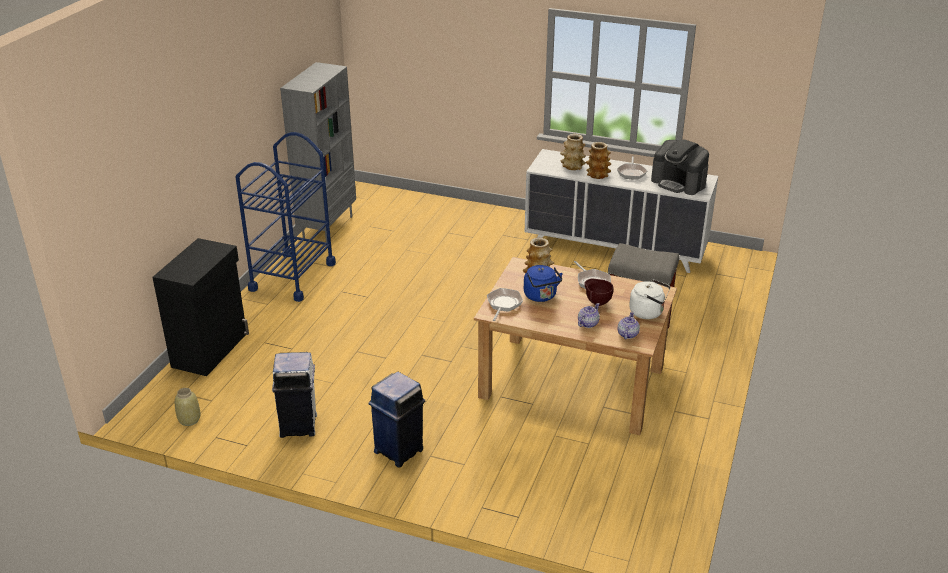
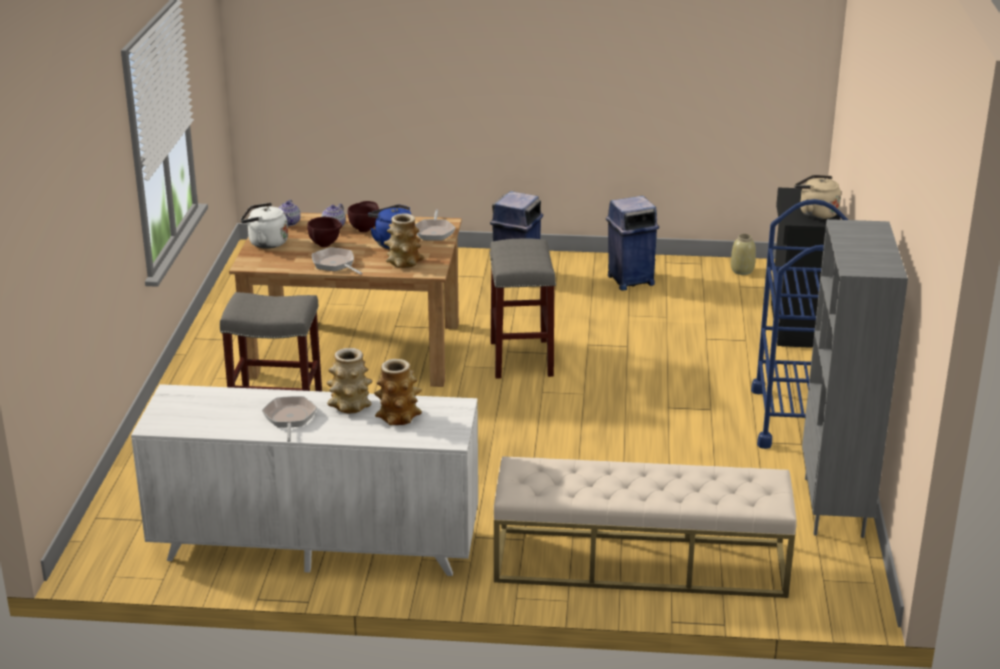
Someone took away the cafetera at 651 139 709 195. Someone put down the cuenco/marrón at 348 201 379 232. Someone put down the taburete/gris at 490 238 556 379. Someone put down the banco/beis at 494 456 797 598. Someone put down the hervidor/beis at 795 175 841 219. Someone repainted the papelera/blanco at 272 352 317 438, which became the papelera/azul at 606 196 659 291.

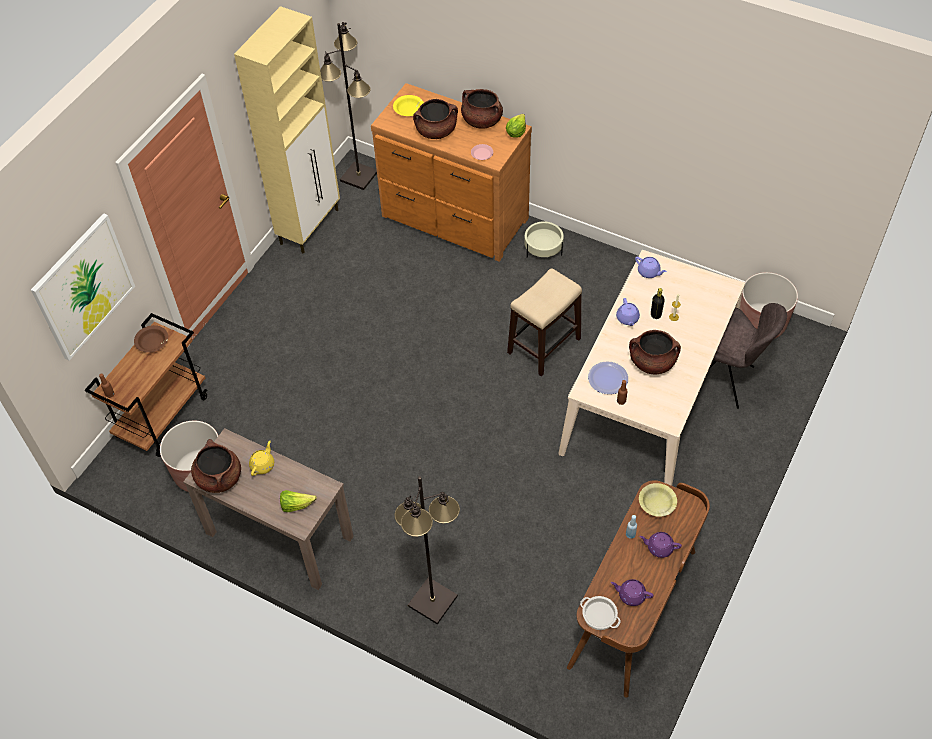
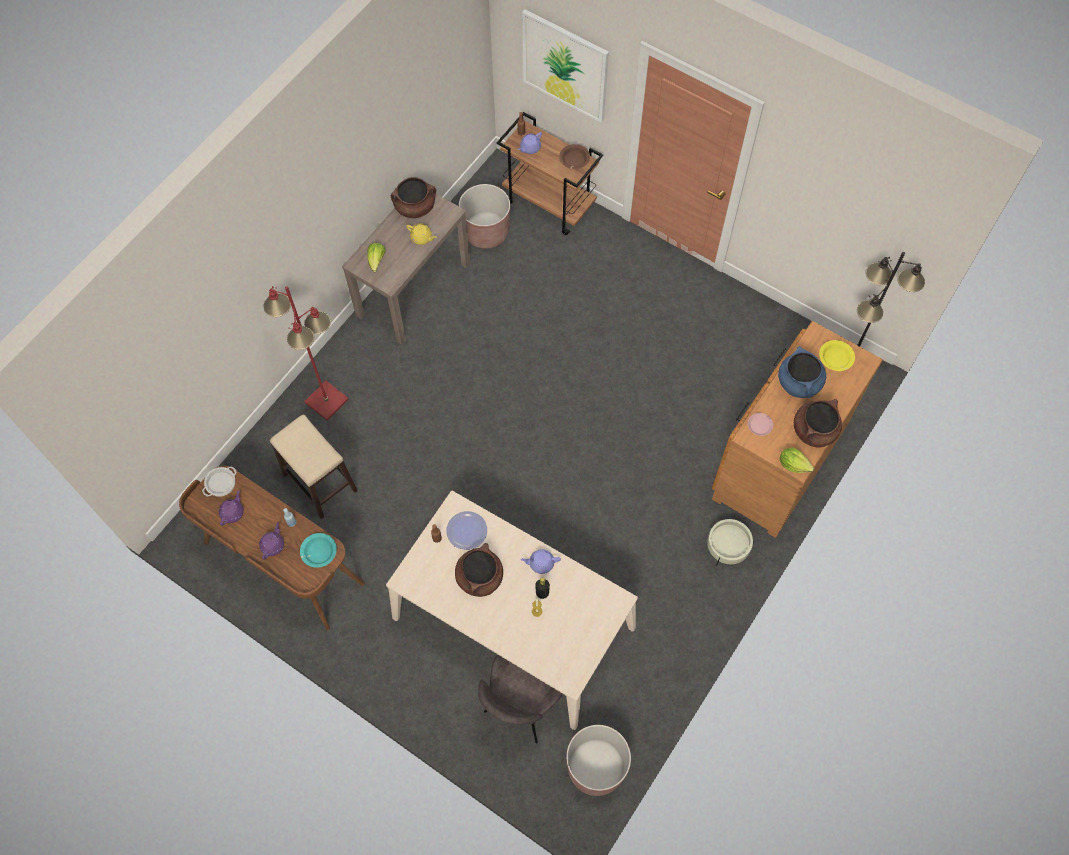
Someone took away the armario/beis at 234 6 340 254. Someone carried the taburete from 507 268 582 376 to 270 414 358 519. Someone carried the tetera/morado from 635 257 667 278 to 518 132 542 154. Someone repainted the lámpara de pie/negro at 395 476 460 625, which became the lámpara de pie/rojo at 264 286 349 421. Someone repainted the olla/marrón at 413 99 458 139, which became the olla/azul at 778 347 826 398. Someone repainted the cuenco/amarillo at 639 483 677 517, which became the cuenco/turquesa at 300 533 337 568.

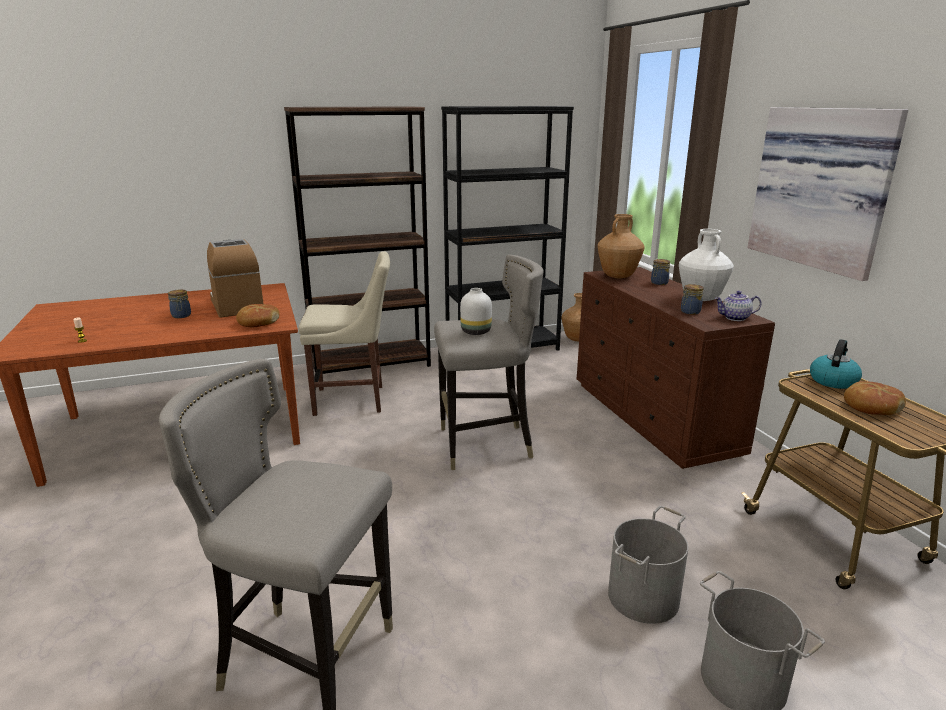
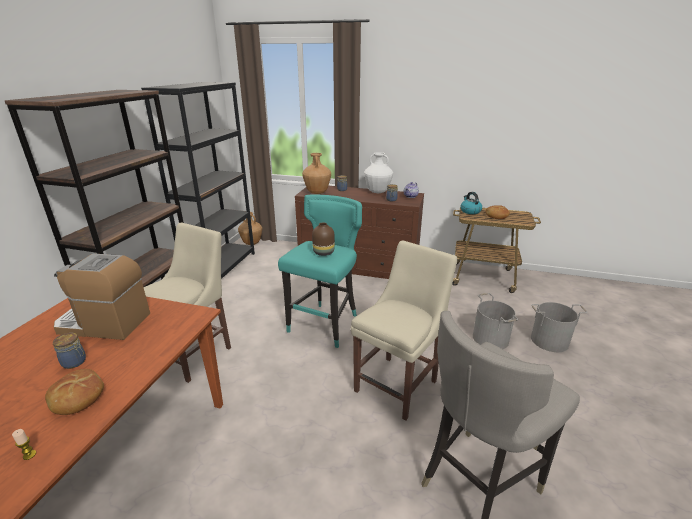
Someone took away the cuadro at 747 107 908 281. Someone put down the silla/beis at 351 240 457 421. Someone carried the pan from 236 304 280 327 to 45 369 104 415. Someone repainted the taburete/gris at 434 254 544 470, which became the taburete/turquesa at 278 194 362 348. Someone repainted the florero/blanco at 460 288 492 335, which became the florero/marrón at 312 222 335 256.

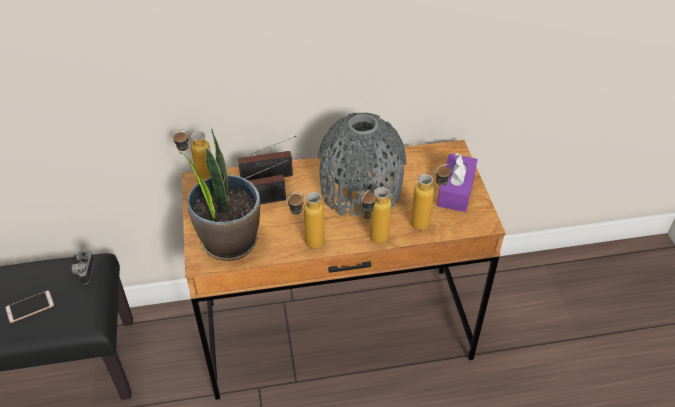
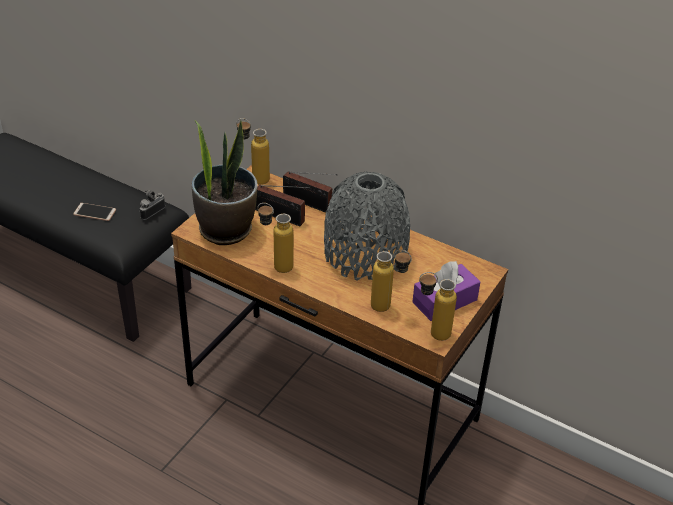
Someone carried the botella from 360 187 392 244 to 419 272 457 341.

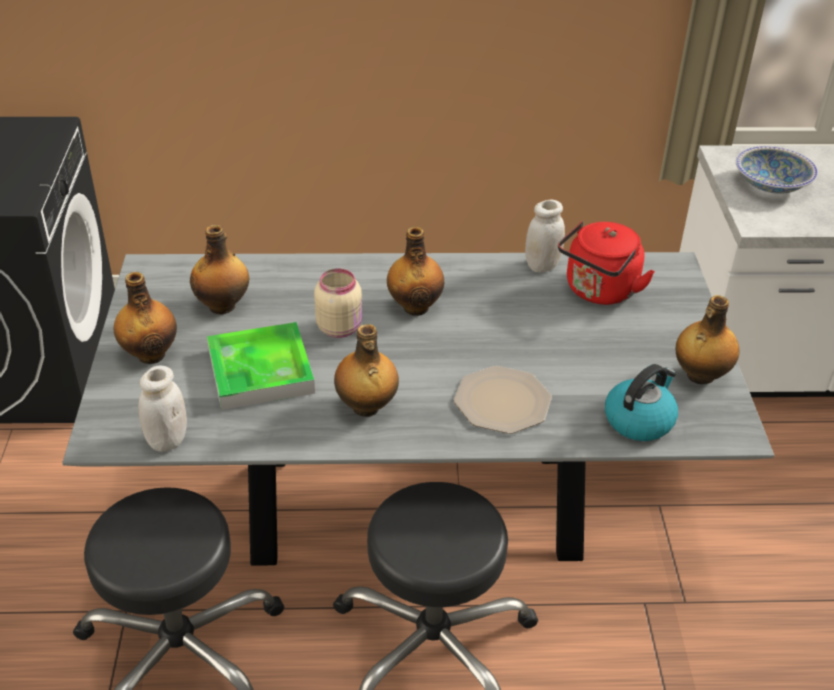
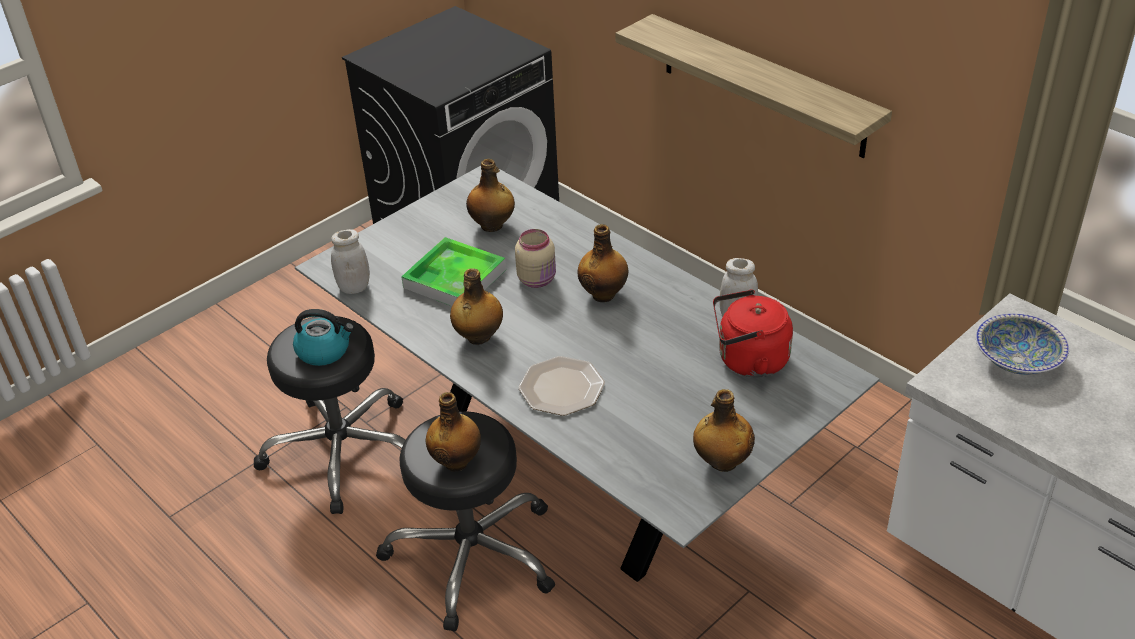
Someone put up the estante at 615 14 892 158. Someone carried the botella from 114 272 177 364 to 425 392 481 472. Someone carried the hervidor from 605 364 678 441 to 293 309 354 366.

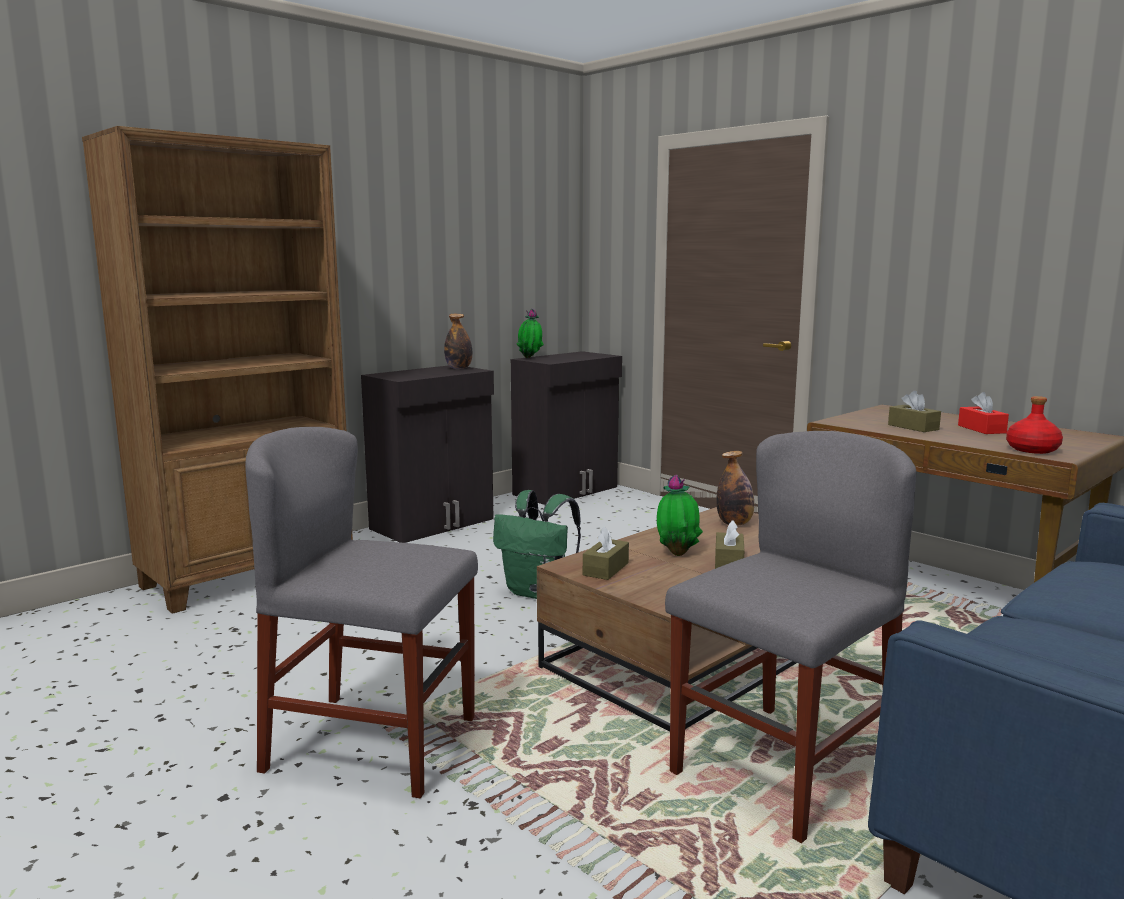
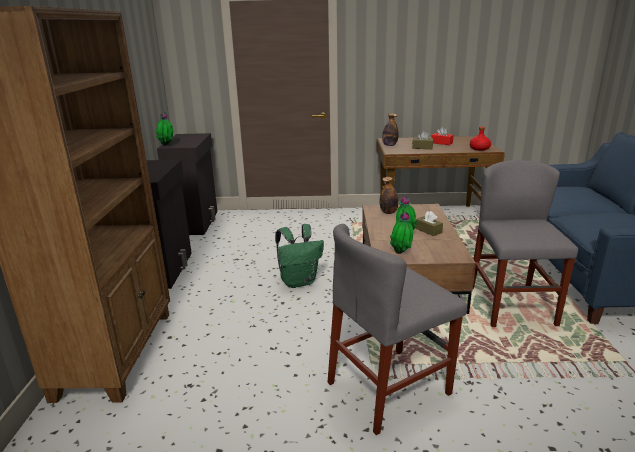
Someone carried the botella from 444 314 472 369 to 382 113 399 146. Someone swapped the caja de pañuelos/marrón at 583 526 629 580 for the planta en maceta at 390 211 413 254.

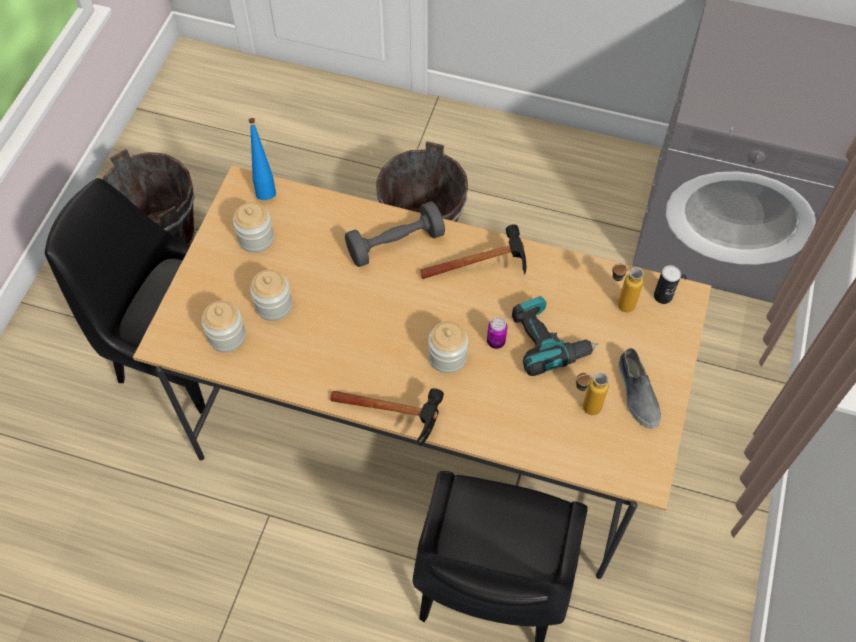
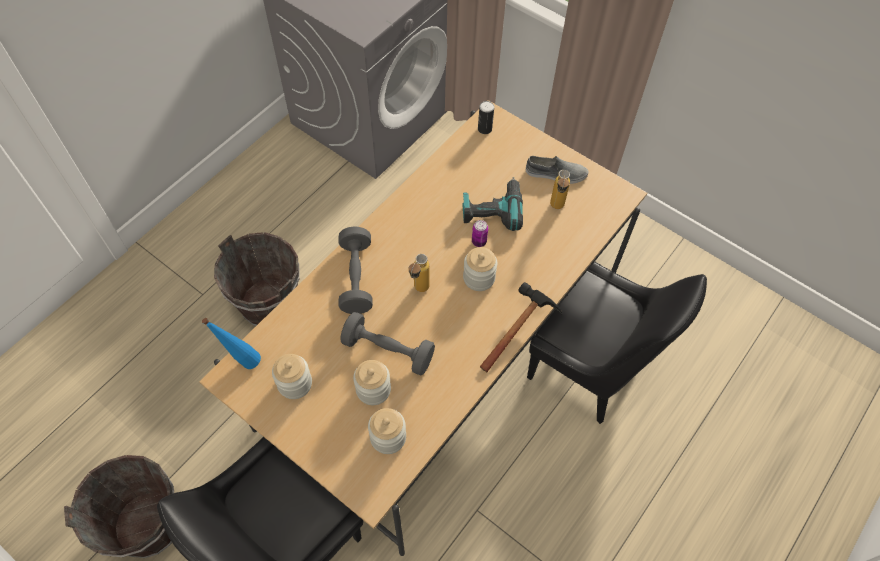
Someone took away the martillo at 420 224 526 279. Someone put down the mancuerna/gris at 340 312 435 376. Someone carried the botella from 612 264 644 312 to 409 254 430 292.

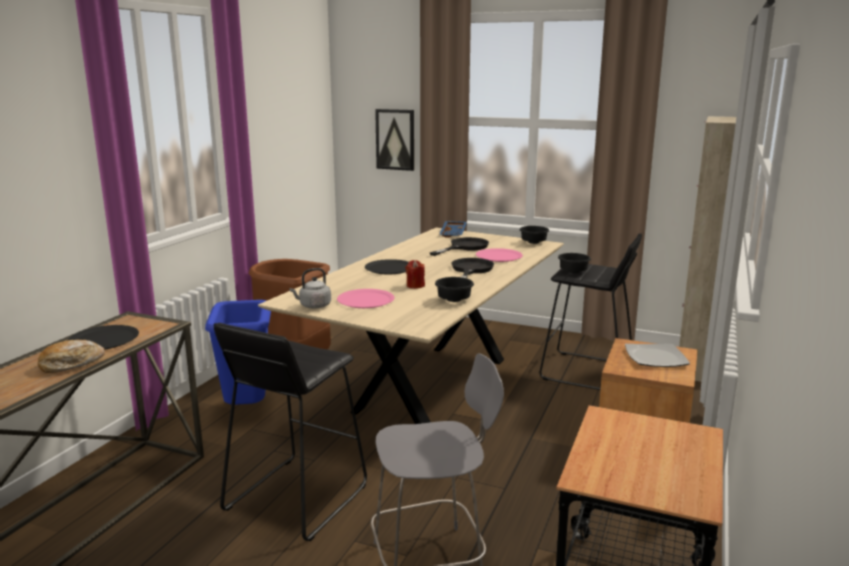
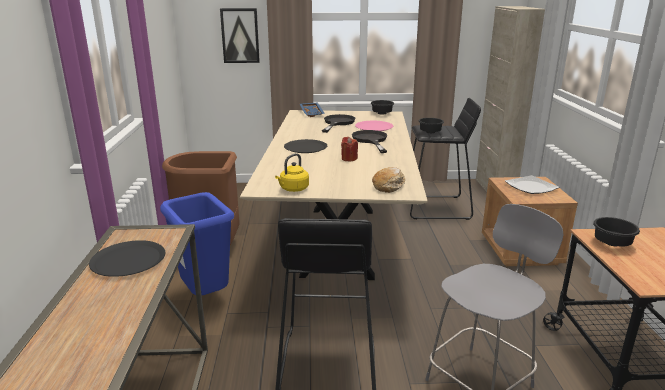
Someone took away the plato/rosa at 337 289 394 308. Someone carried the pan from 38 340 105 373 to 372 167 405 193. Someone carried the cuenco/negro from 435 277 474 302 to 593 217 640 246. Someone repainted the hervidor/gris at 289 268 331 308, which became the hervidor/amarillo at 275 153 309 192.

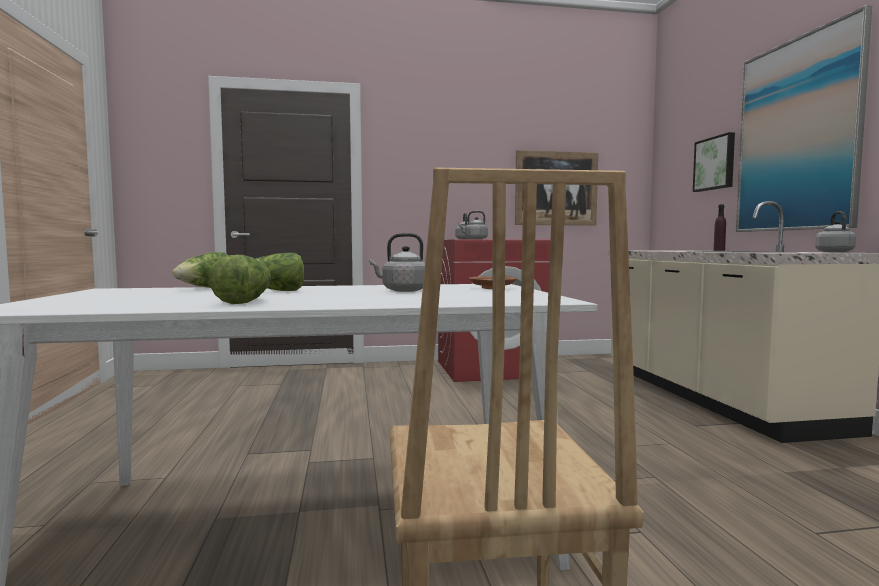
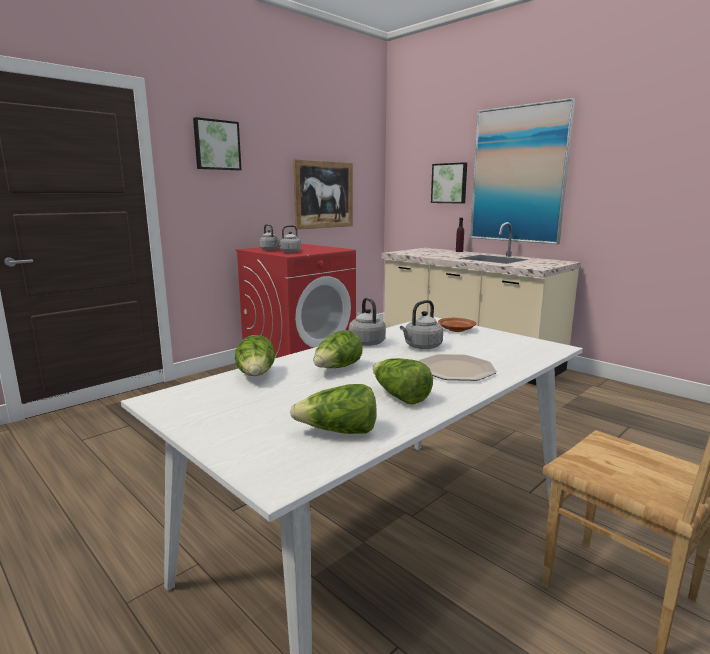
Someone put up the cuadro at 193 117 241 170. Someone put down the lechuga at 290 384 376 434. Someone put down the plato at 418 354 497 381. Someone carried the hervidor/gris from 815 211 856 252 to 349 298 386 346.

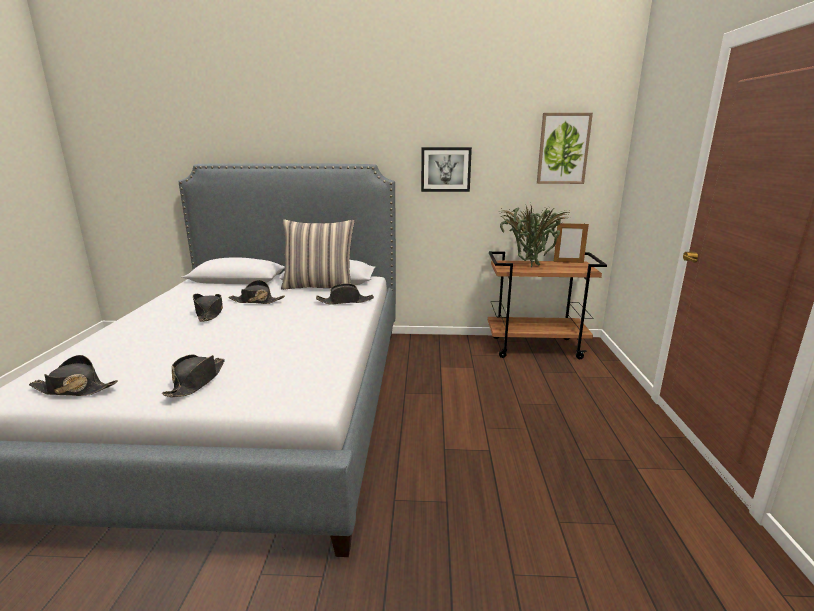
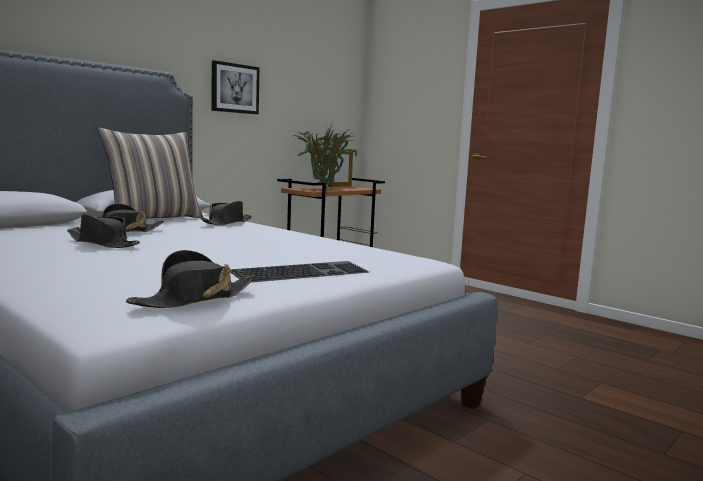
Someone took away the cuadro at 537 113 593 184. Someone swapped the sombrero/negro at 162 355 225 397 for the teclado at 230 261 369 282.

